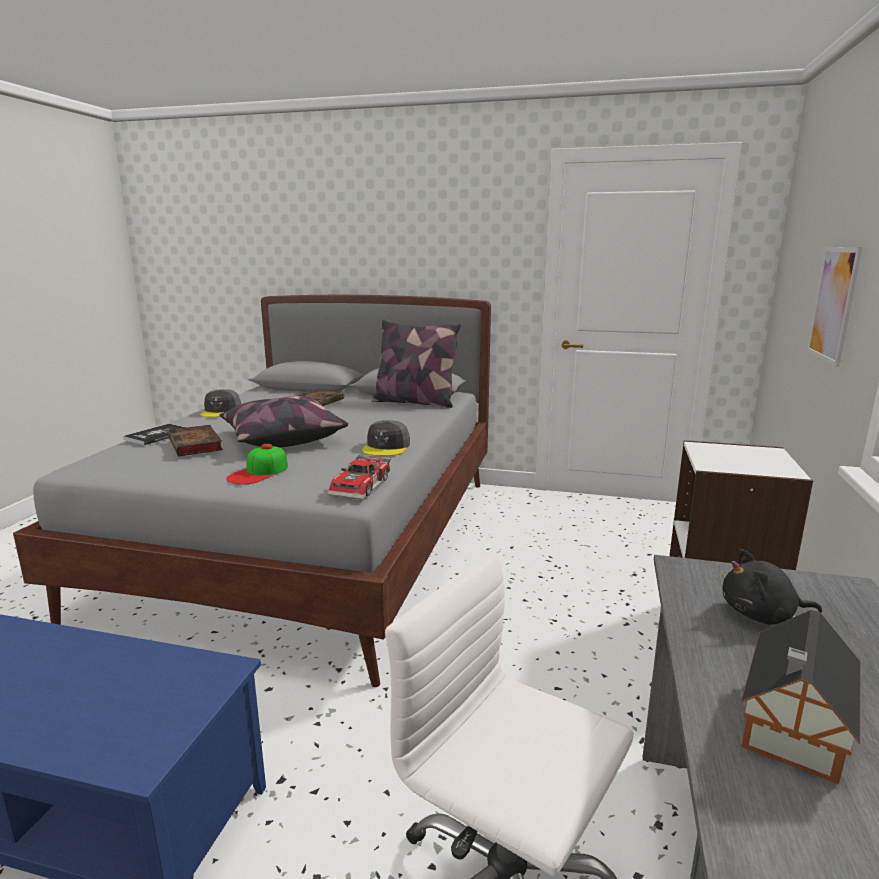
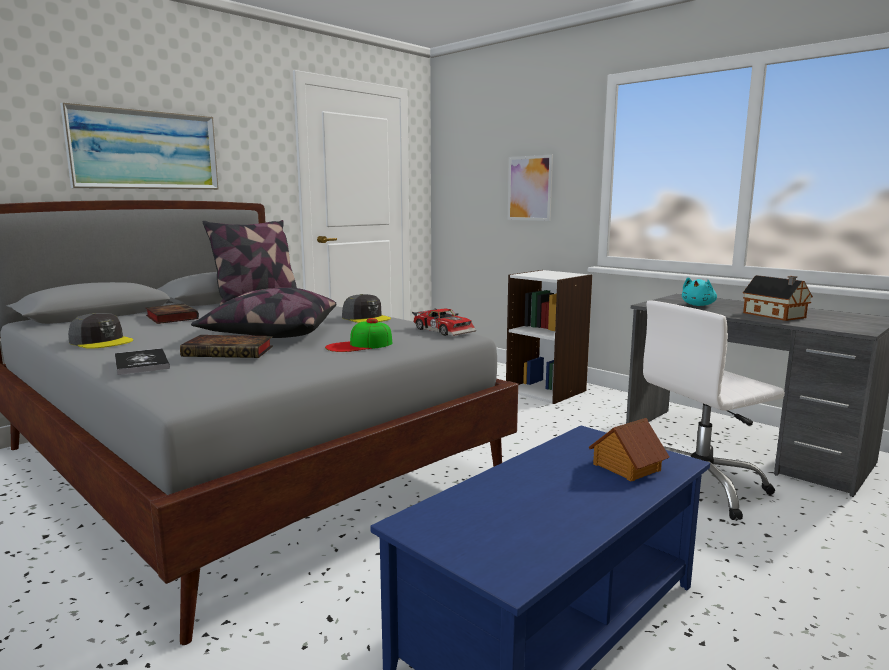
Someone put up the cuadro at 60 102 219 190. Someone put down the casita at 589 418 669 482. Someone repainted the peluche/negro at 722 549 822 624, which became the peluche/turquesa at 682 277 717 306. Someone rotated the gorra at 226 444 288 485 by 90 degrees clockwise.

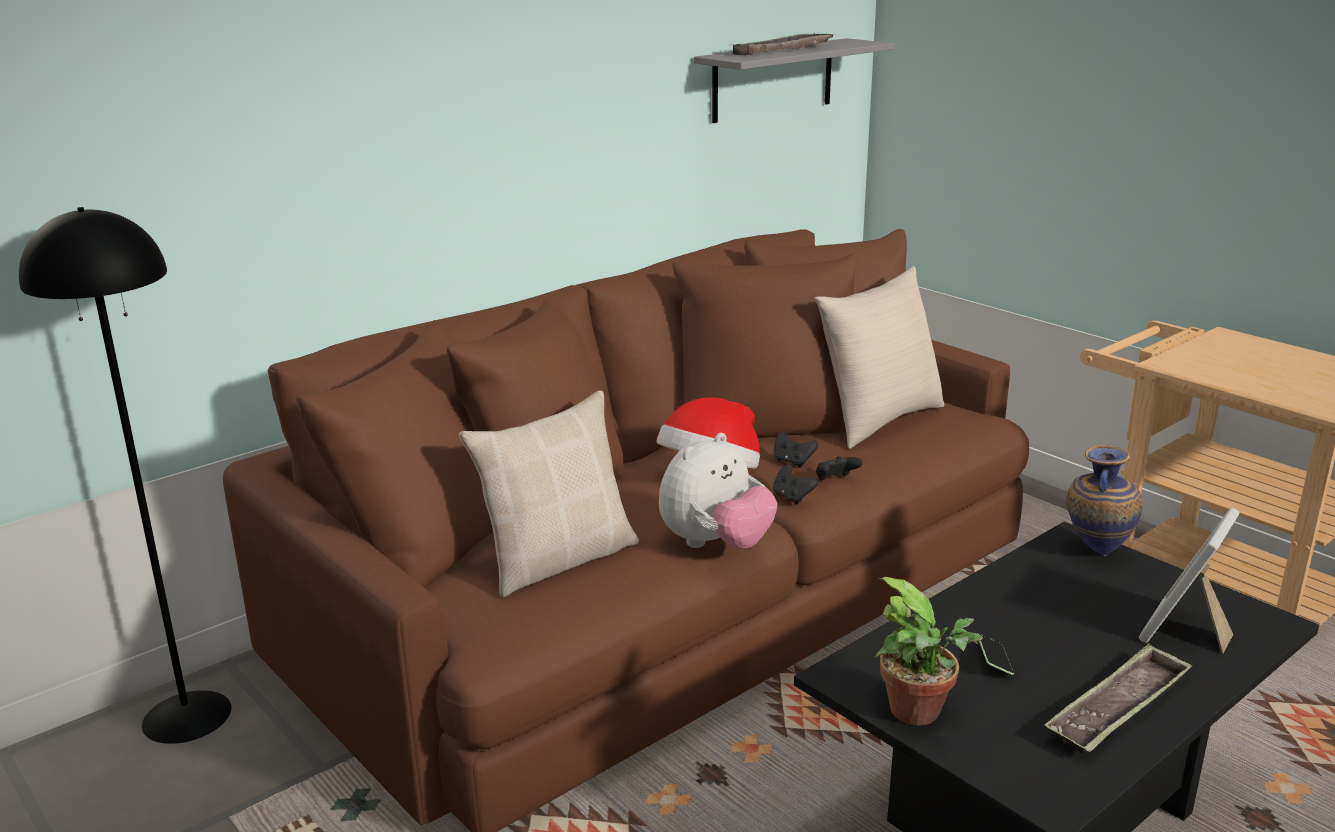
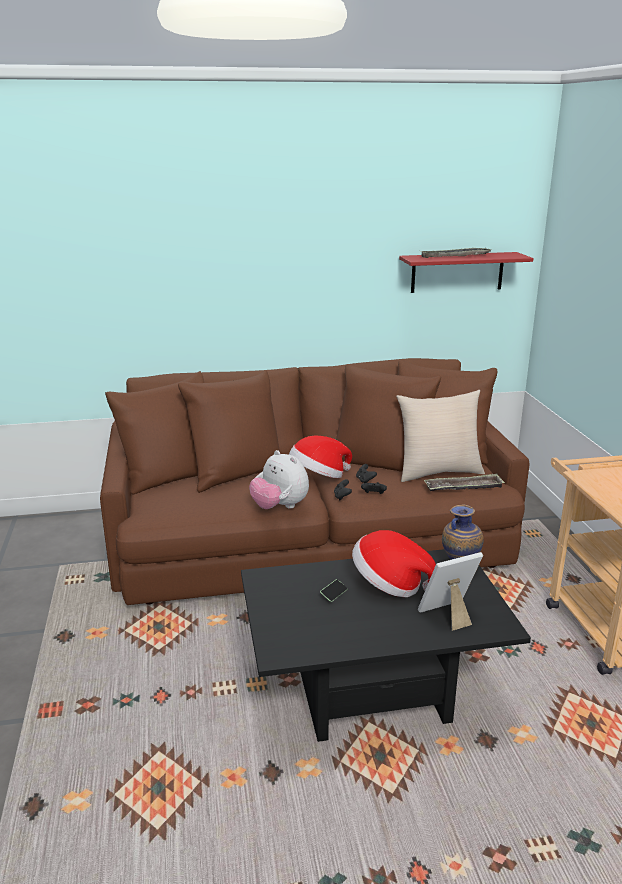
Someone took away the lámpara de pie/negro at 19 207 231 744. Someone took away the cojín/beis at 459 390 639 597. Someone took away the planta en maceta at 874 577 983 725. Someone put down the sombrero at 352 530 436 597. Someone carried the bandeja from 1044 643 1193 754 to 424 473 505 491. Someone repainted the estante/gris at 694 38 894 123, which became the estante/rojo at 399 252 534 293. Someone rotated the peluche at 659 433 777 549 by 60 degrees clockwise.

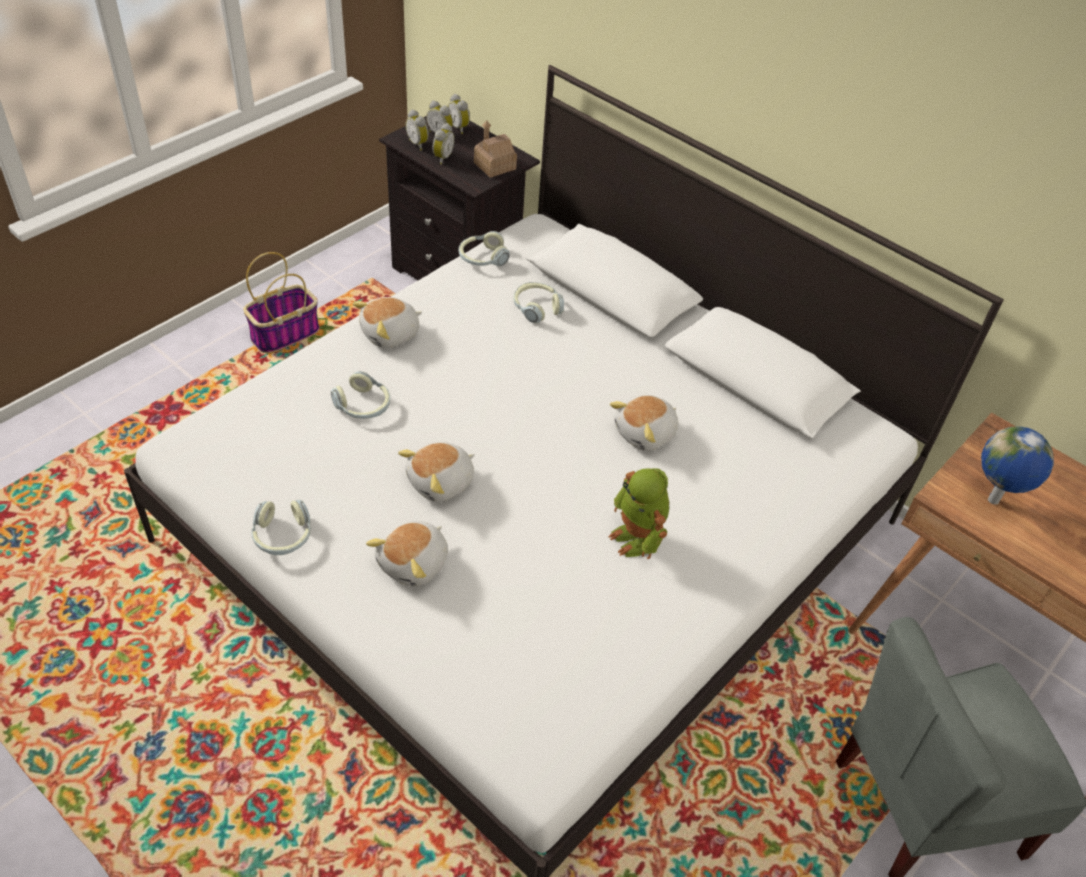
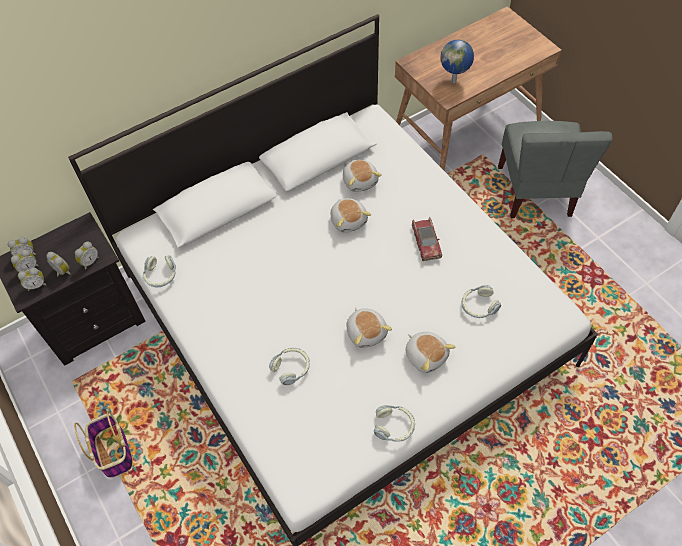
Someone took away the casita at 474 120 517 178. Someone put down the despertador at 75 242 99 270. Someone carried the peluche from 353 297 422 348 to 343 159 382 192. Someone carried the auriculares from 513 282 564 323 to 461 285 501 318. Someone swapped the robot de juguete at 608 468 669 559 for the coche de juguete at 412 217 442 261.

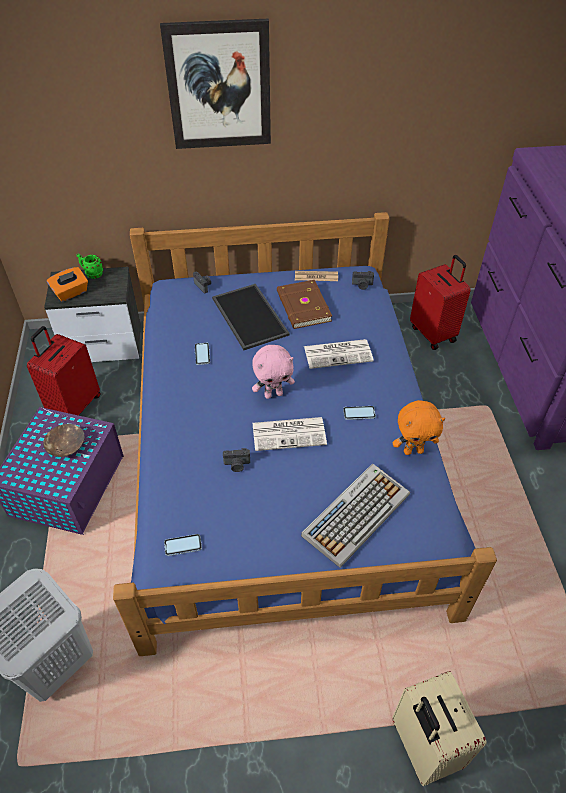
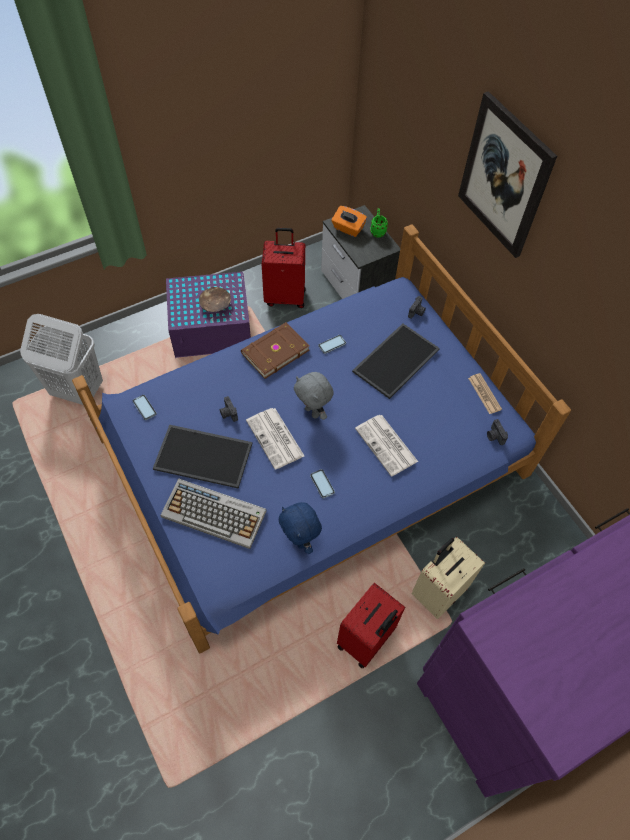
Someone put down the bandeja at 153 425 252 489. Someone carried the libro/marrón from 277 280 332 329 to 241 322 309 379. Someone carried the maleta/beis from 393 671 487 786 to 411 537 485 619. Someone carried the maleta/rojo from 410 255 471 350 to 337 583 405 668. Someone repainted the peluche/rosa at 252 345 295 399, which became the peluche/gris at 294 372 334 420. Someone repainted the peluche/naranja at 392 400 445 455, which became the peluche/azul at 279 502 322 554.

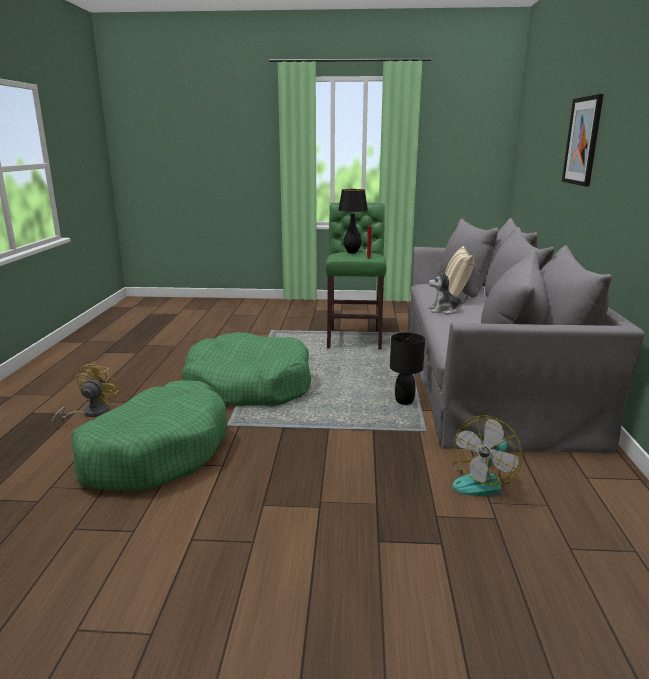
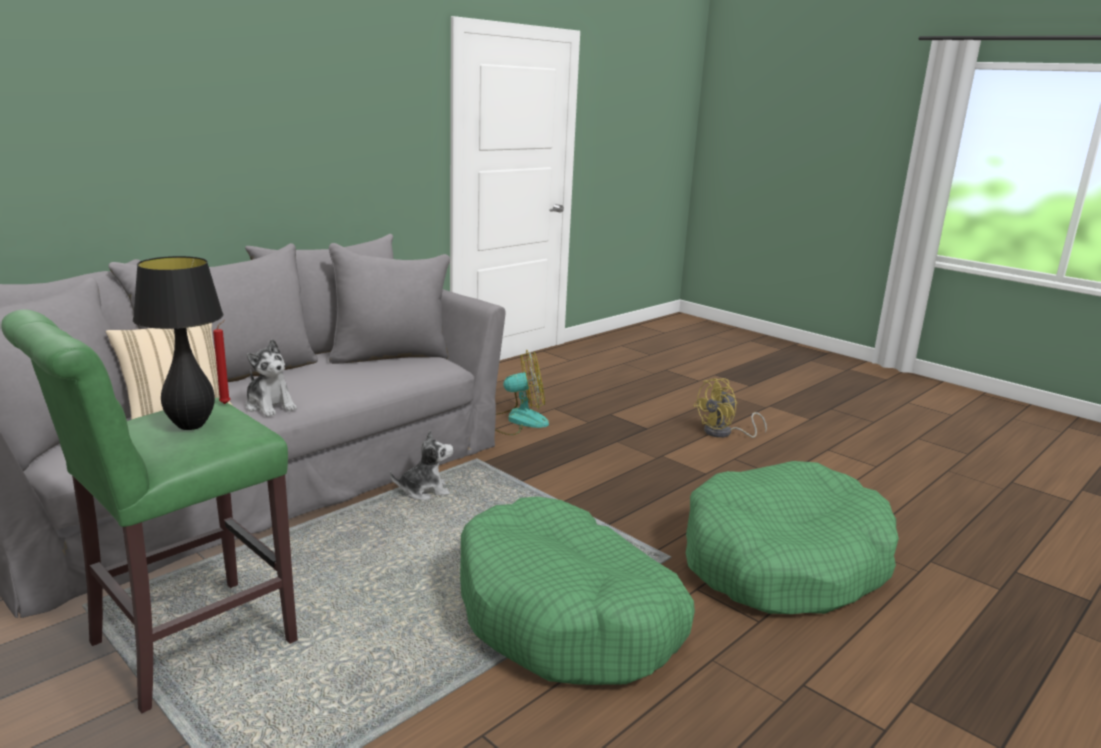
Someone took away the cuadro at 562 94 604 187. Someone carried the ventilador/amarillo from 51 361 119 427 to 693 378 767 438. Someone swapped the lámpara de mesa/negro at 390 333 425 405 for the peluche at 390 430 453 500.

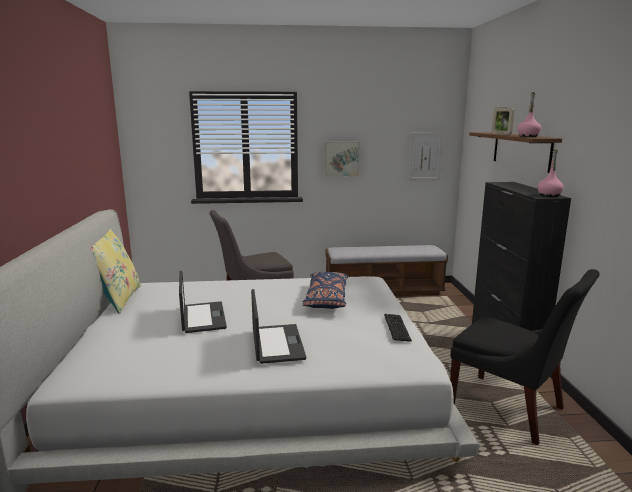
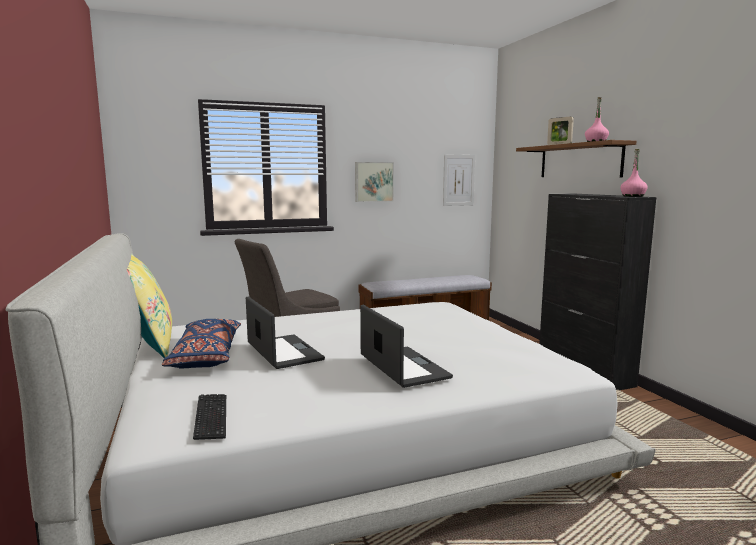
Someone took away the silla/negro at 450 269 600 445. Someone carried the cojín/azul from 302 272 348 309 to 162 319 241 369. Someone carried the teclado from 384 314 412 342 to 193 394 226 440.

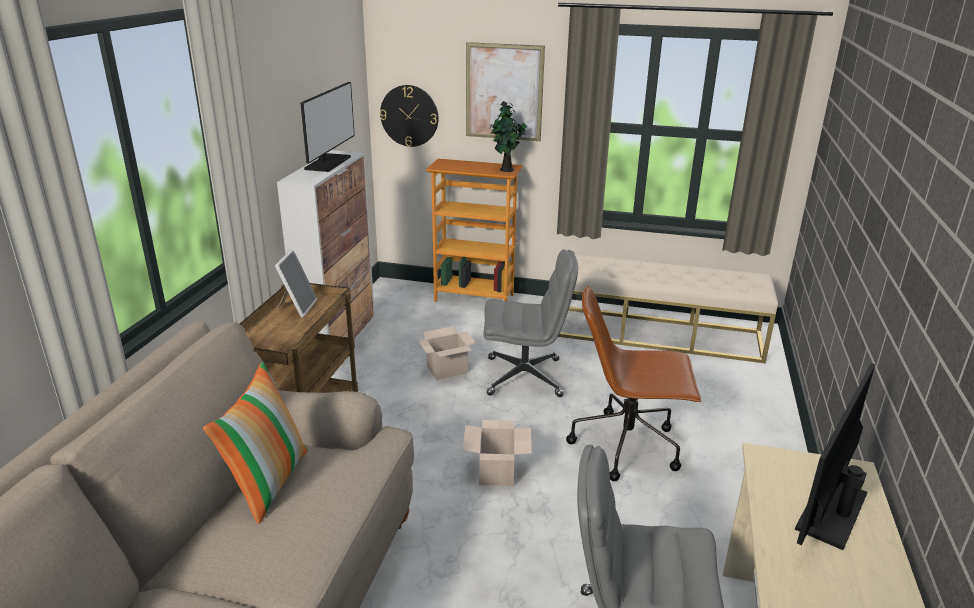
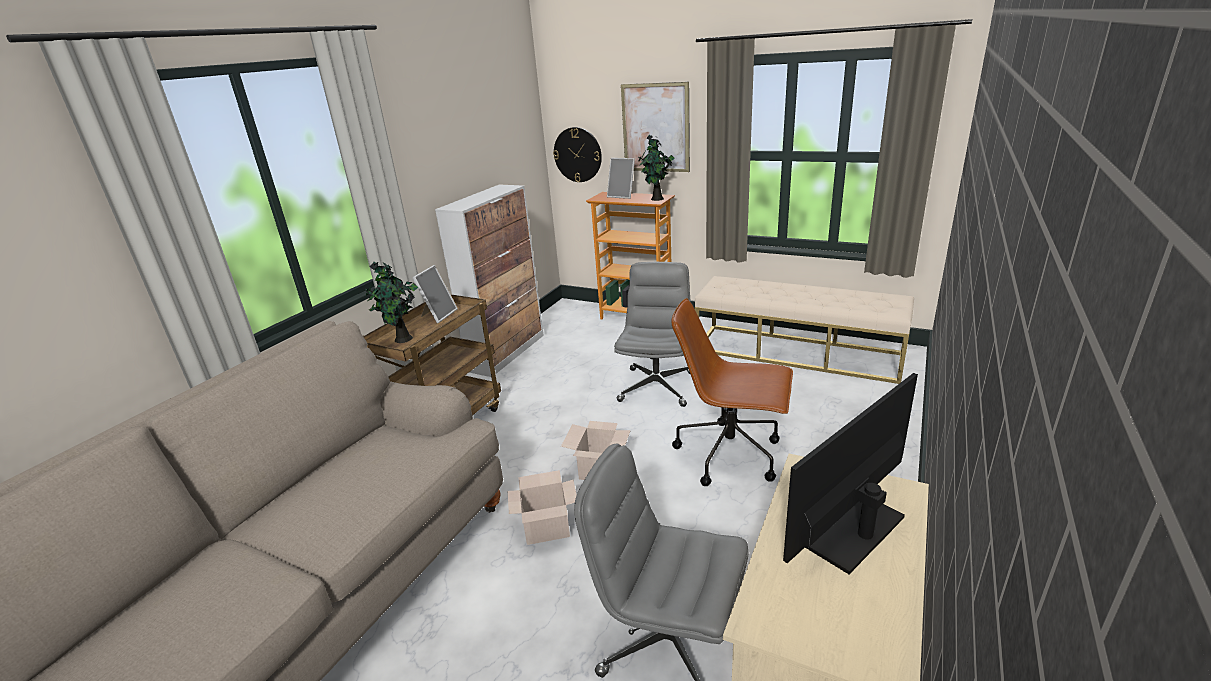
Someone took away the cojín at 203 362 308 524. Someone took away the monitor at 301 82 355 172. Someone put down the planta en maceta at 365 262 418 343. Someone put down the portarretratos at 607 158 635 199. Someone carried the caja de cartón from 418 327 476 380 to 508 470 577 545. Someone rotated the silla de oficina/gris at 483 249 578 397 by 90 degrees counterclockwise.

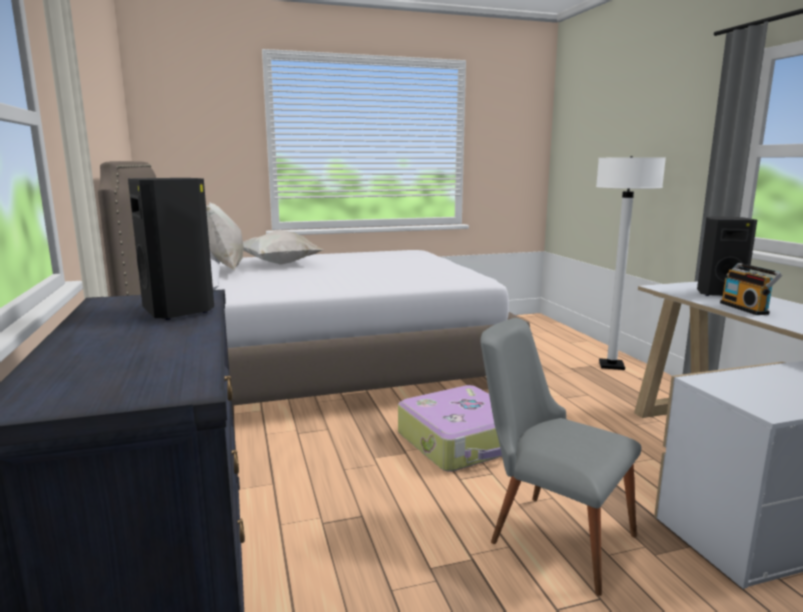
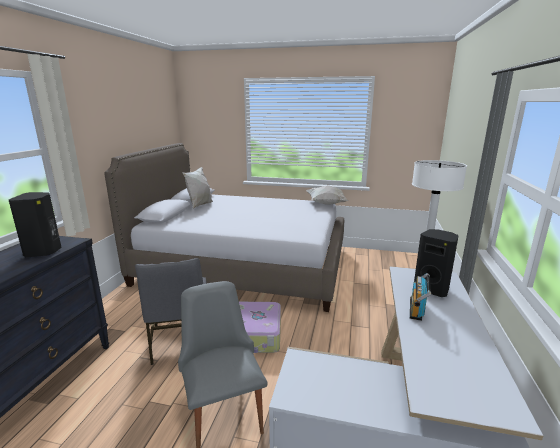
Someone put down the silla/gris at 135 258 207 365. Someone carried the cojín/blanco from 243 229 323 264 to 306 185 348 204.

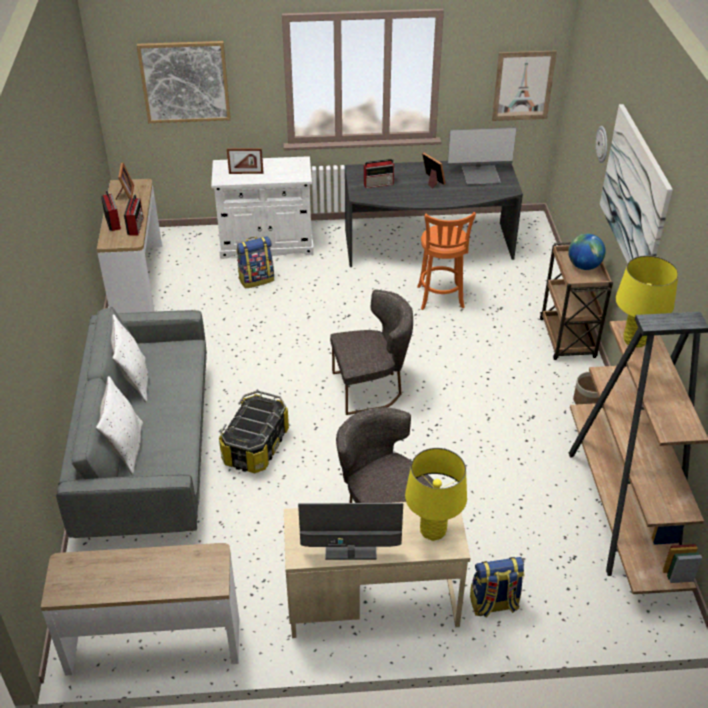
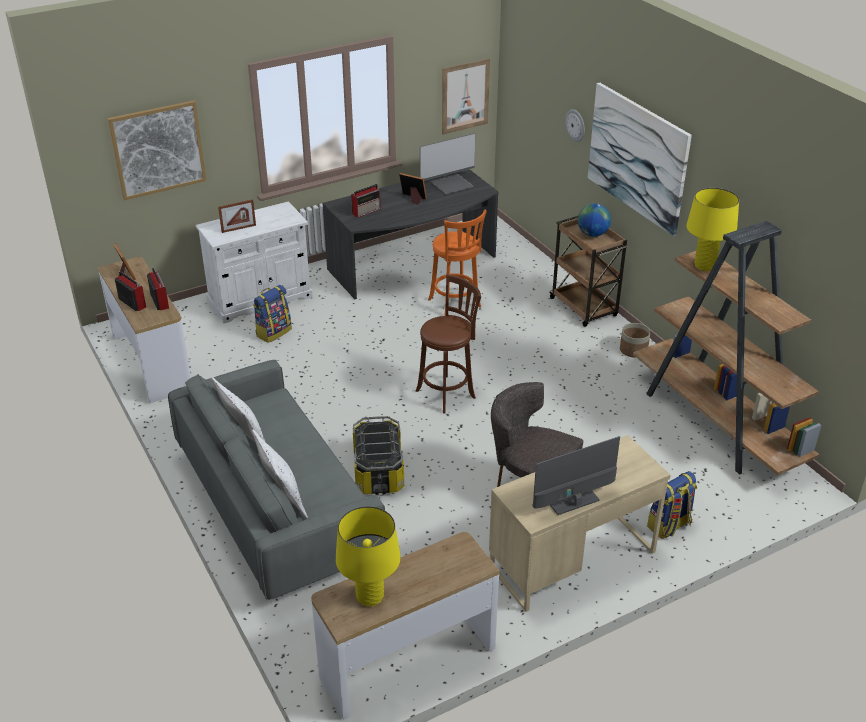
Someone carried the lámpara de mesa/amarillo from 405 448 467 541 to 336 506 401 607. Someone swapped the silla/gris at 330 289 413 415 for the taburete/marrón at 415 274 481 414.

